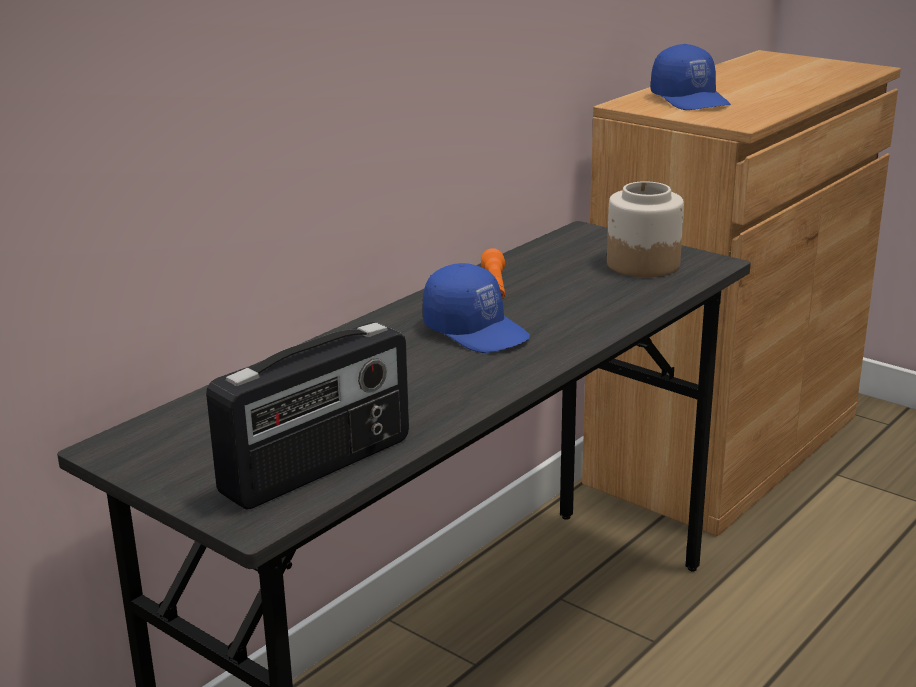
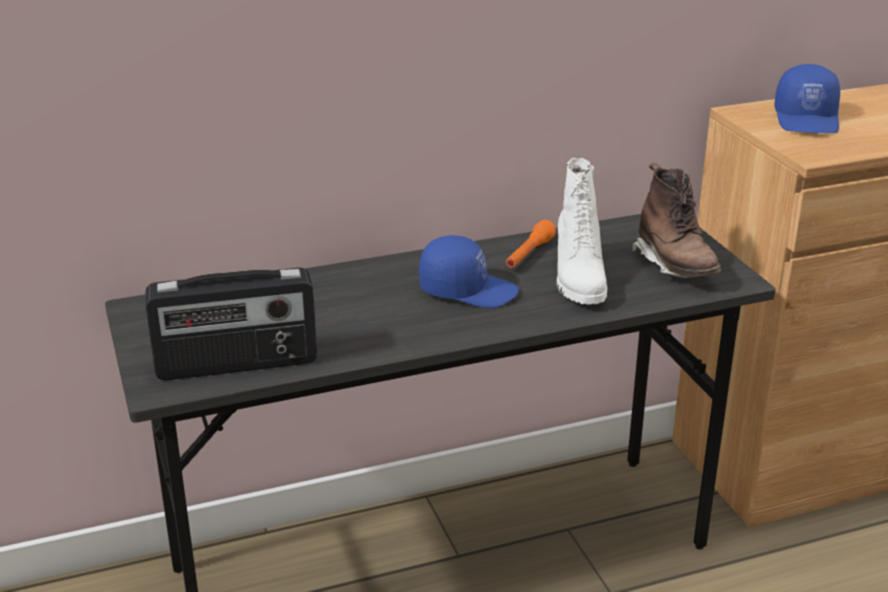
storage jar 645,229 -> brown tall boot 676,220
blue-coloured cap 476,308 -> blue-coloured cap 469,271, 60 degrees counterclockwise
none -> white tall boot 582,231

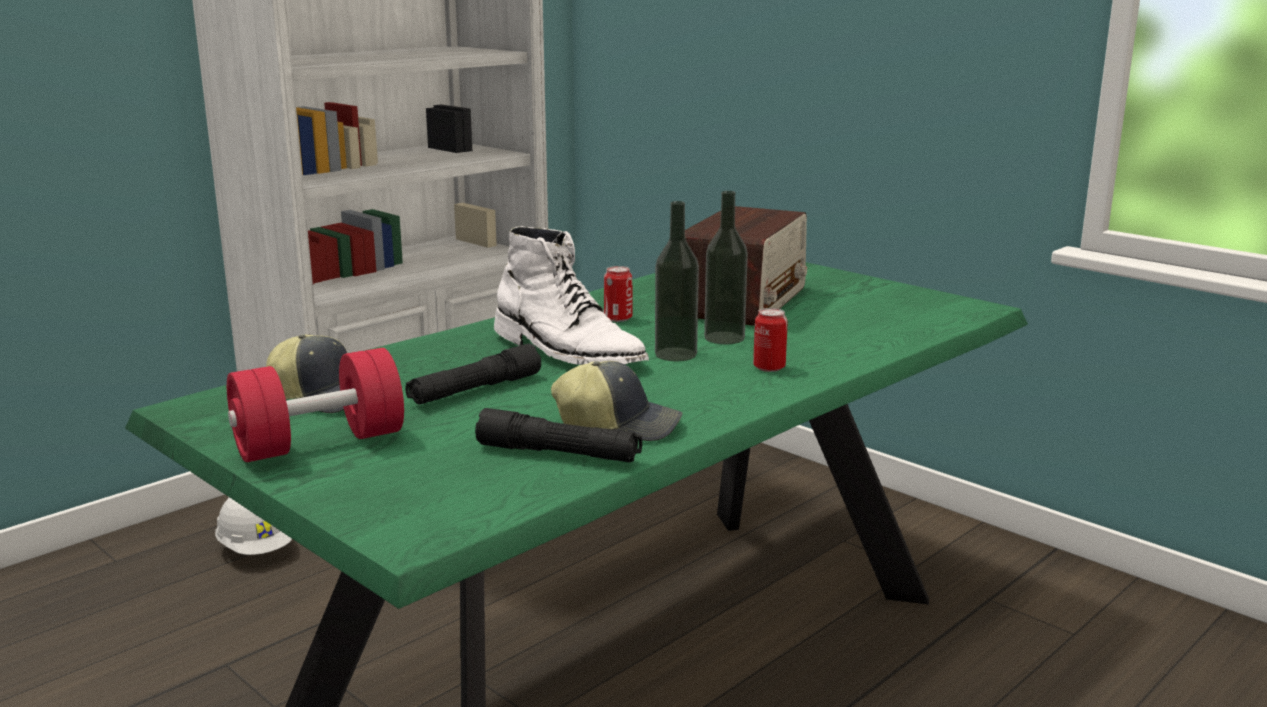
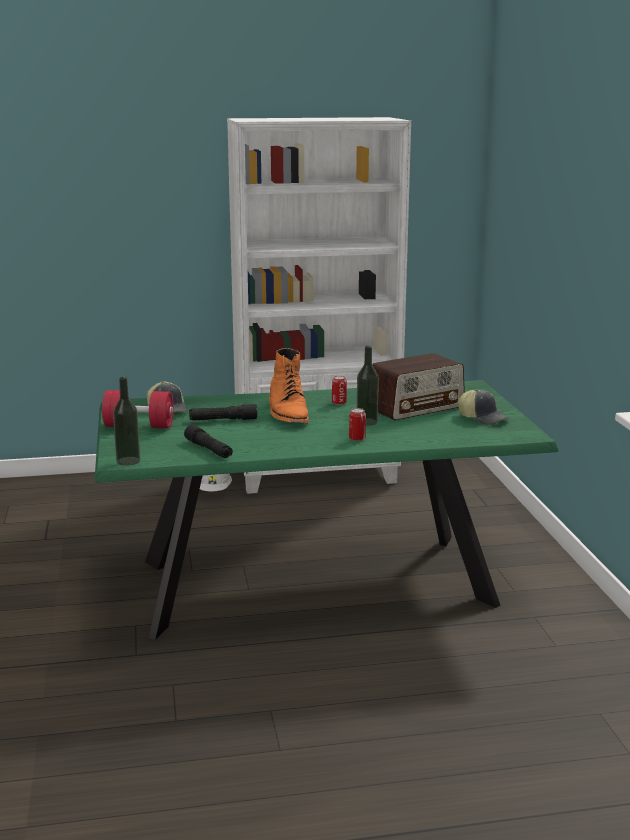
drink bottle 677,281 -> drink bottle 126,421, moved
white tall boot 571,295 -> orangey tall boot 289,385
cap 616,401 -> cap 483,407, moved

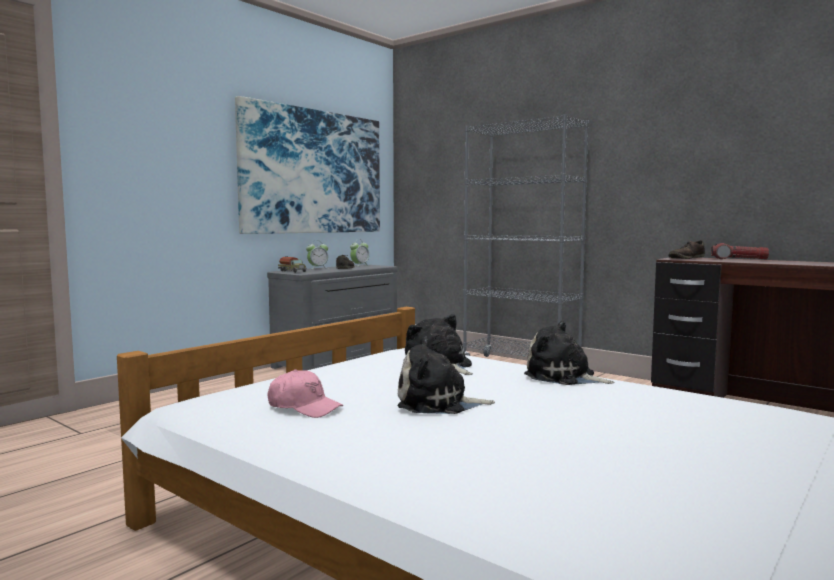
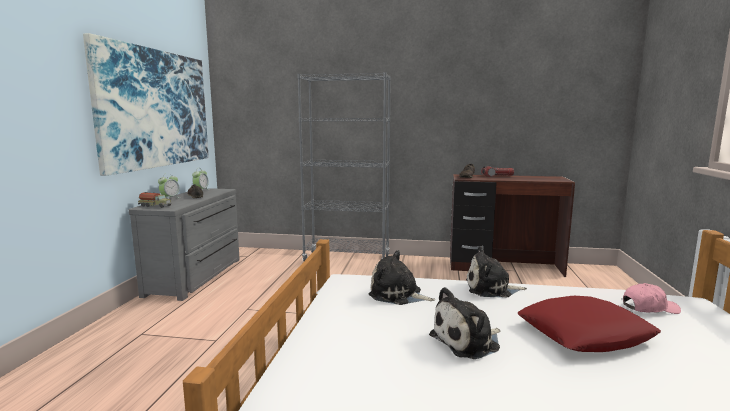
pink-coloured cap 305,393 -> pink-coloured cap 652,298, moved
none -> reddish cushion 589,324

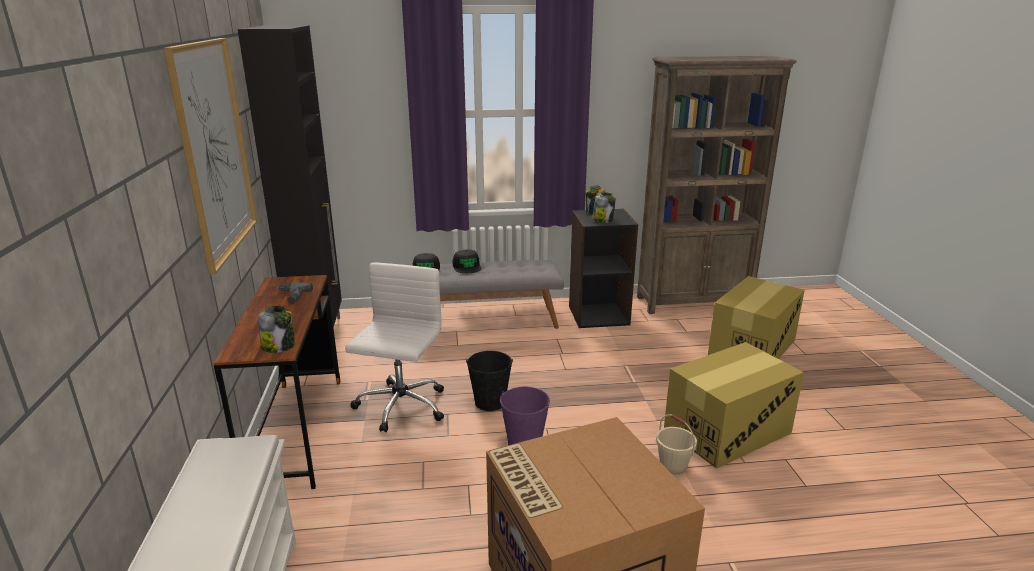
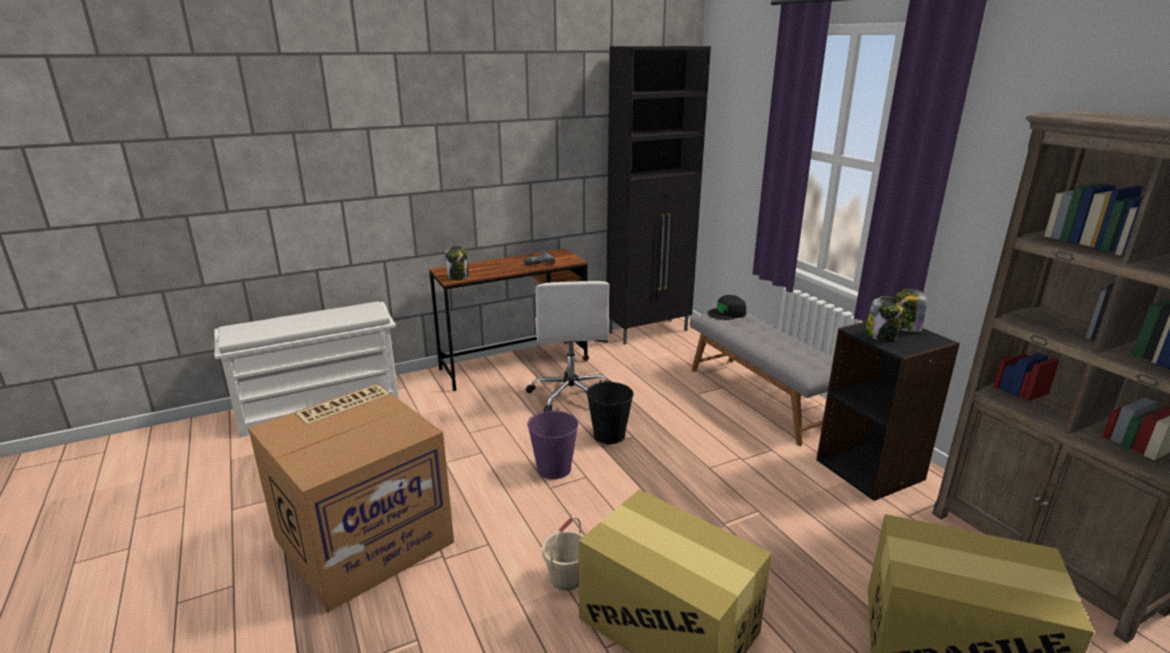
picture 210,156 -> none
black-coloured cap 467,261 -> none
white computer chair 394,347 -> white computer chair 569,346, 90 degrees clockwise

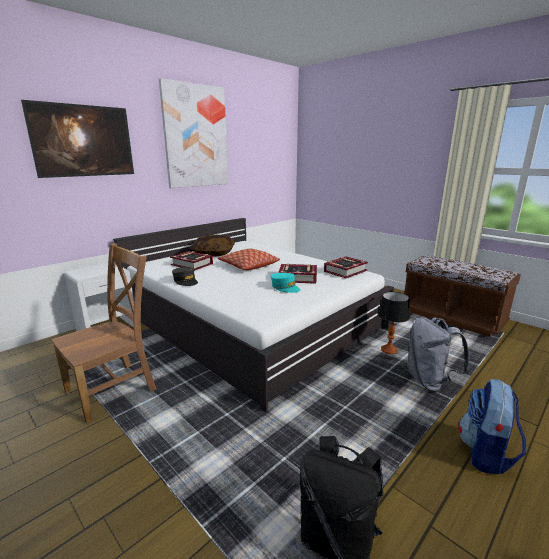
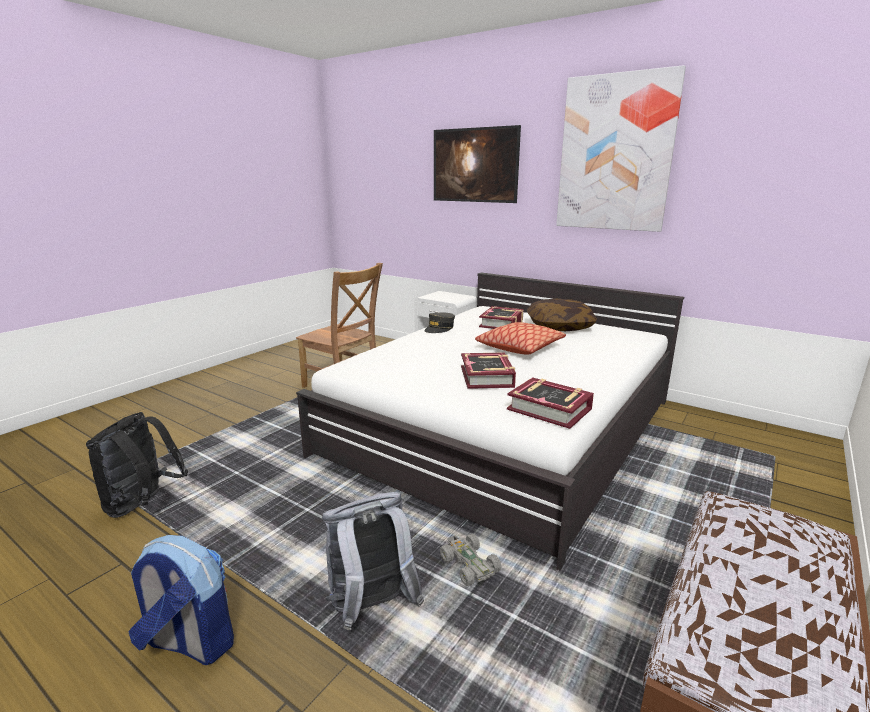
blue-green cap 285,283 -> none
table lamp 394,323 -> grey miniature car 470,560

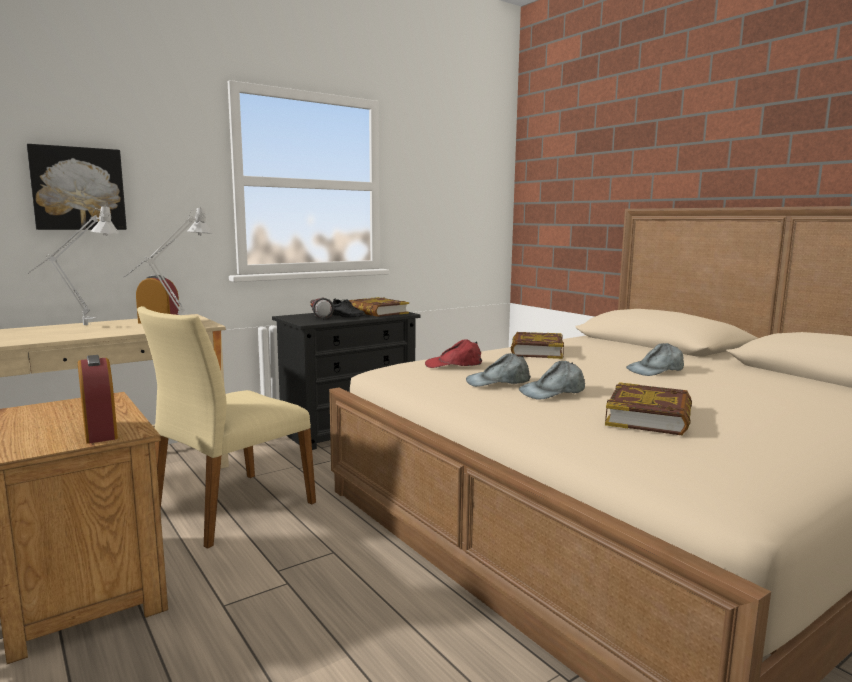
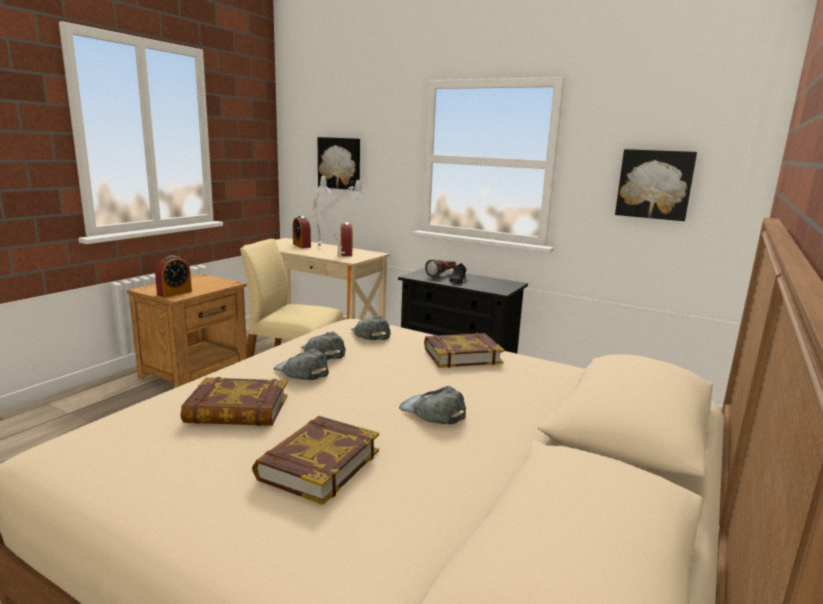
bound book 379,307 -> bound book 315,460, moved
reddish cap 453,353 -> grey cap 370,327
none -> picture 656,185
none -> alarm clock 302,232

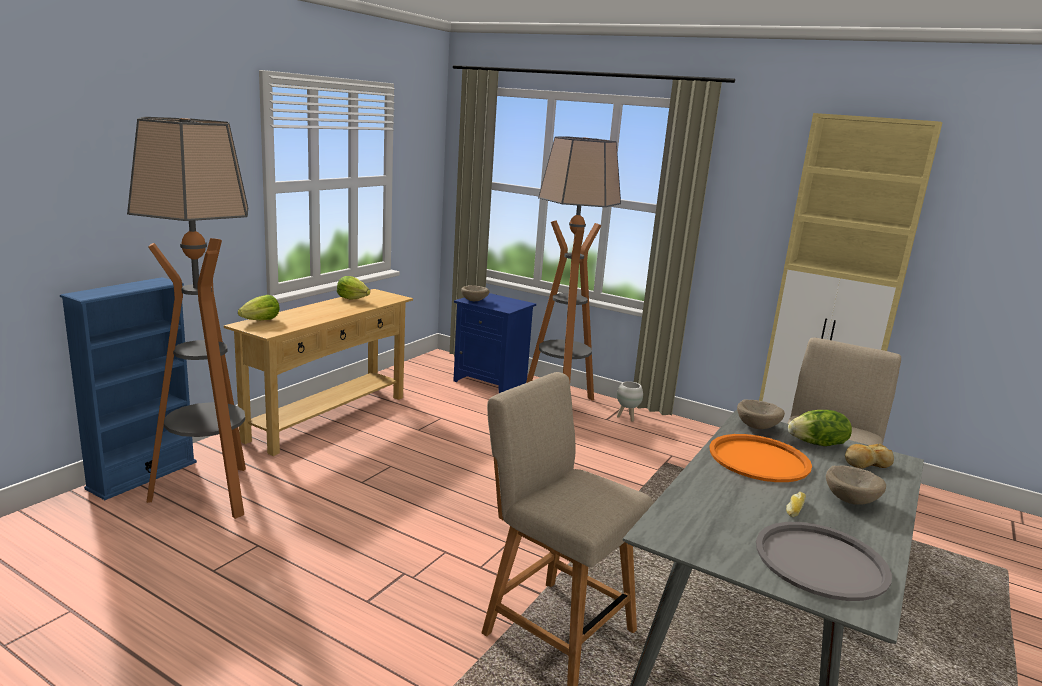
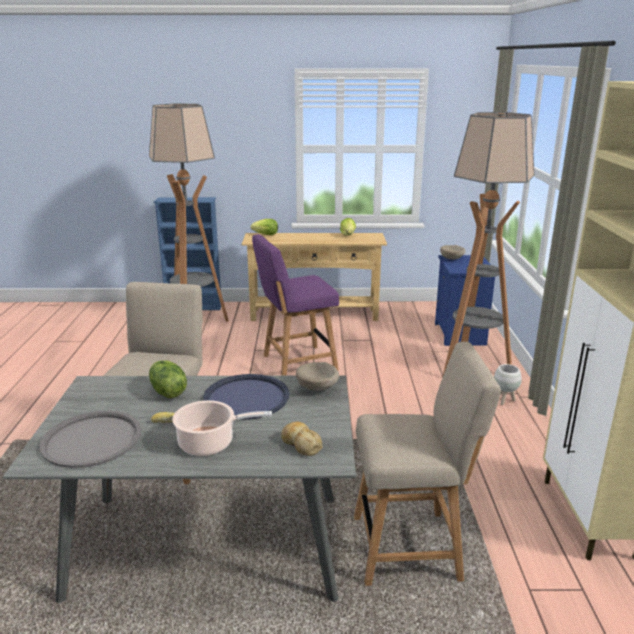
head of lettuce 820,428 -> head of lettuce 168,379, moved
orangey tray 761,458 -> blue-coloured tray 246,397
sand-coloured deep dish 856,485 -> saucepot 222,428
none -> purplish plain chair 295,305

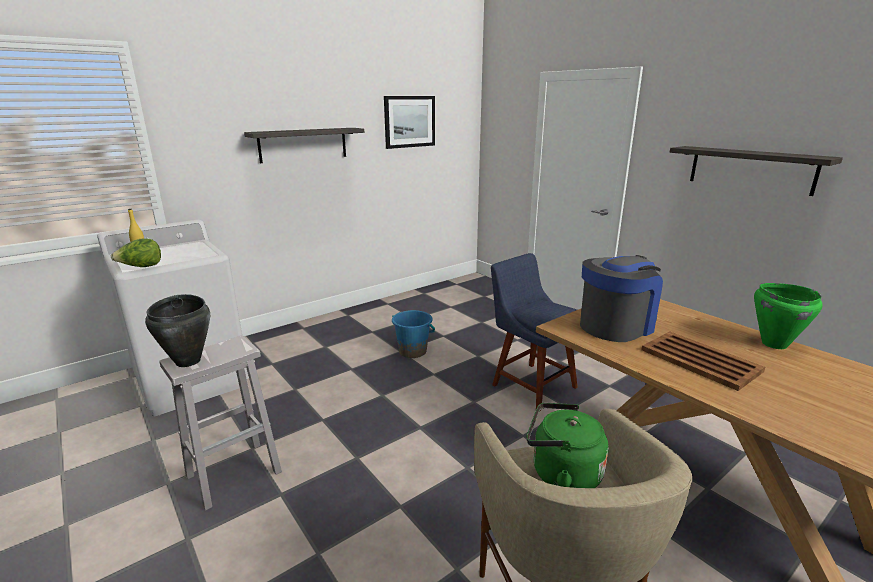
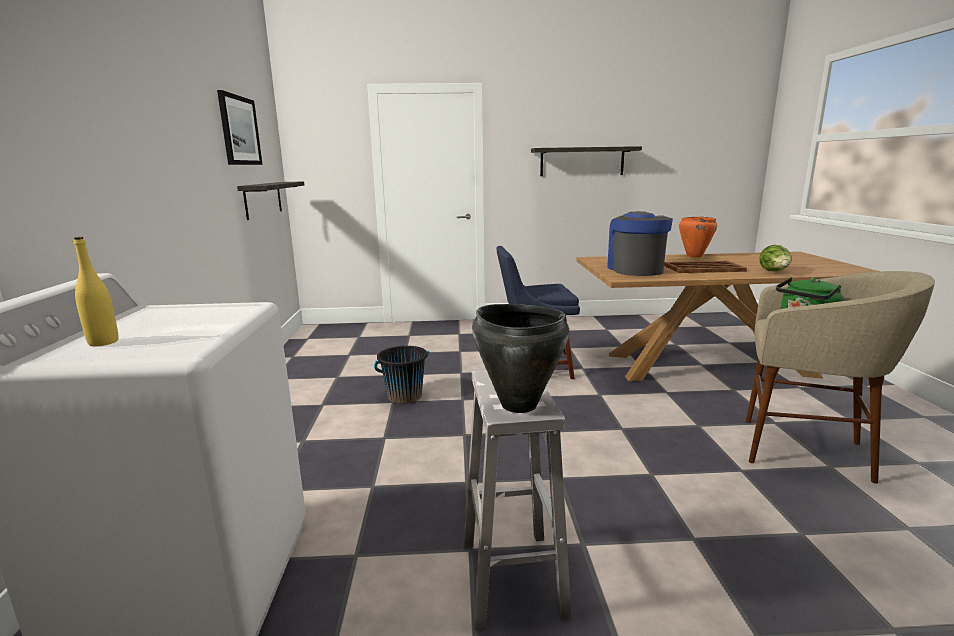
wall shelf 304,145 -> wall shelf 270,201, moved
head of lettuce 136,252 -> head of lettuce 775,258, moved
green-coloured saucepot 788,316 -> orangey saucepot 698,237
blue-coloured bucket 413,334 -> black-coloured bucket 401,375

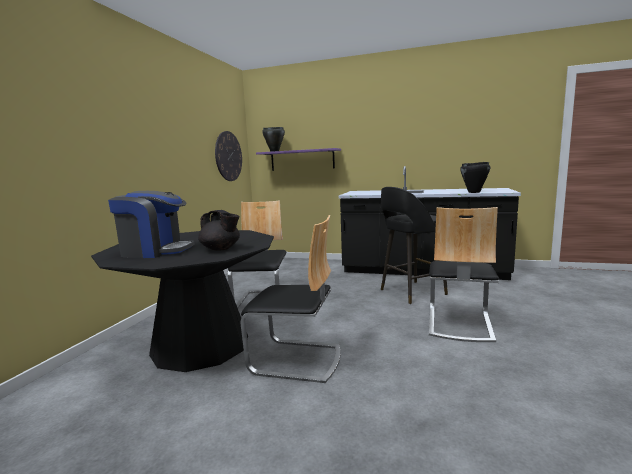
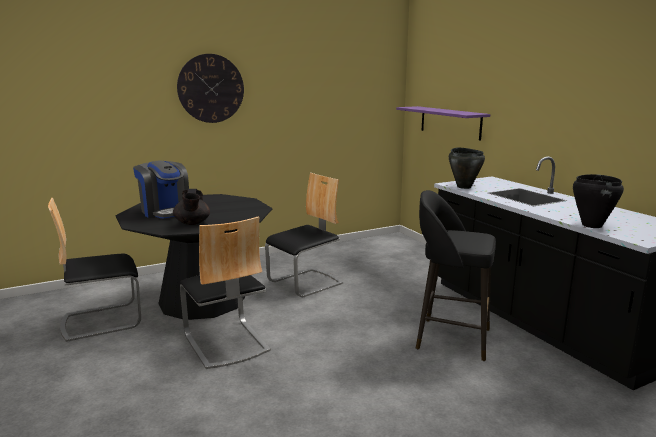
black-coloured saucepot 273,139 -> black-coloured saucepot 467,168, moved
hanging clock 228,156 -> hanging clock 210,88, moved
plain chair 464,274 -> plain chair 94,270, moved

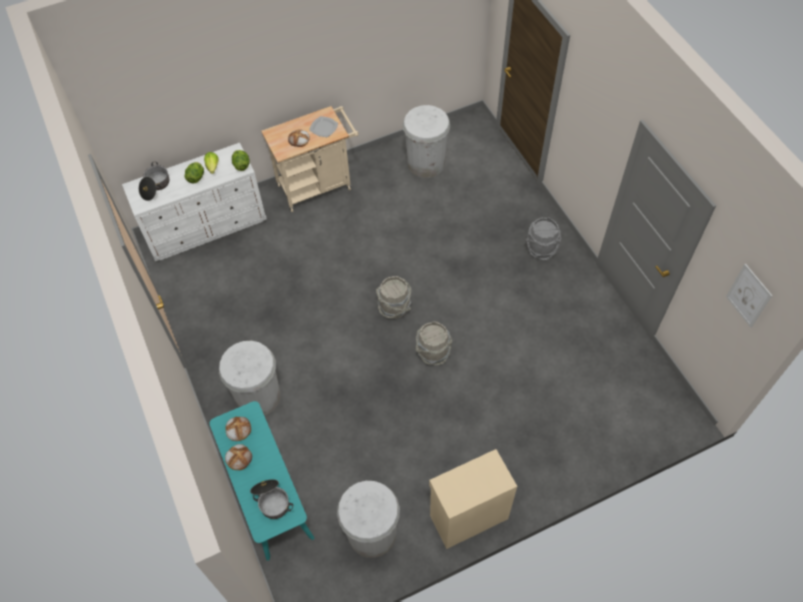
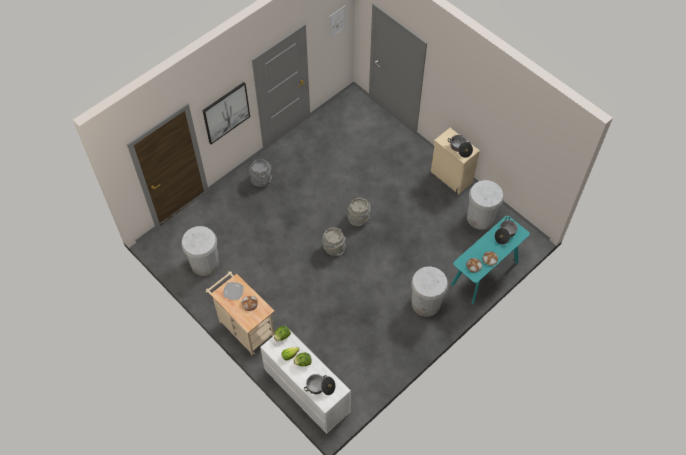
none -> picture 226,113
none -> saucepot 460,146

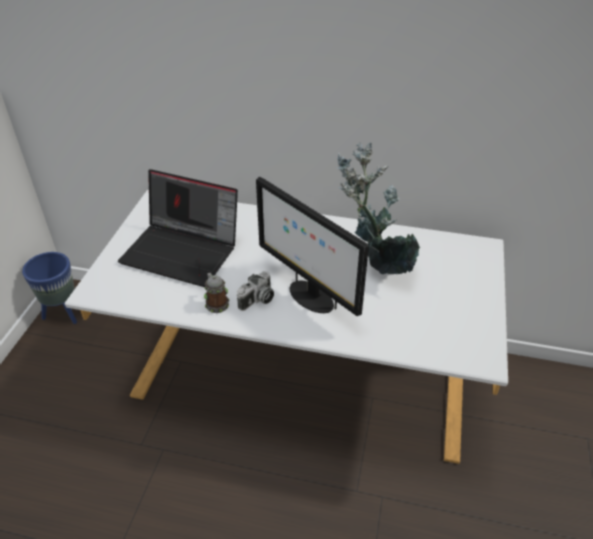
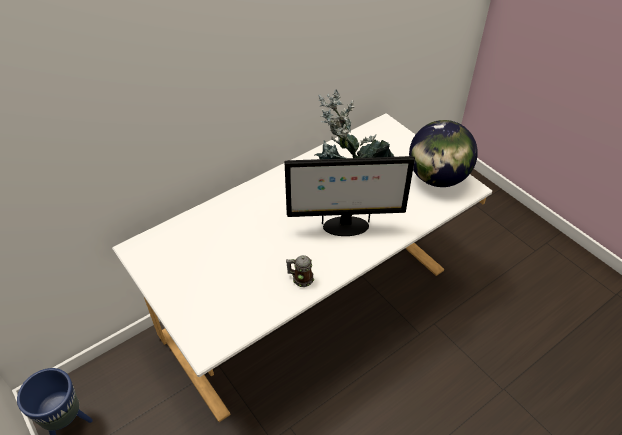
portable computer 178,228 -> none
still camera 255,291 -> none
none -> desk globe 443,153

